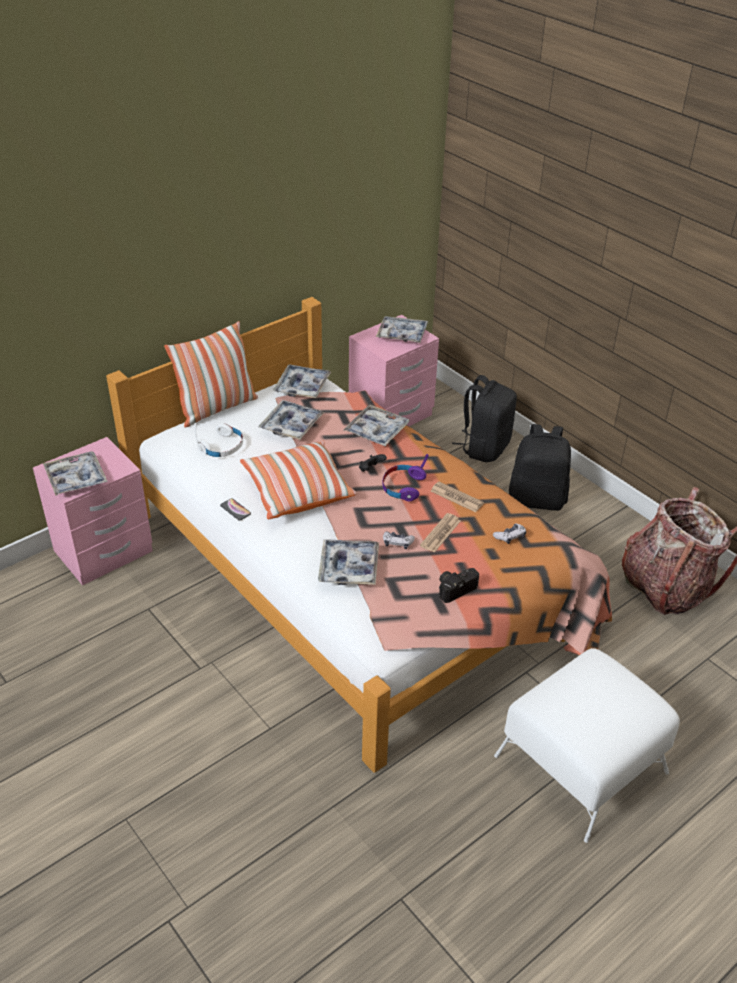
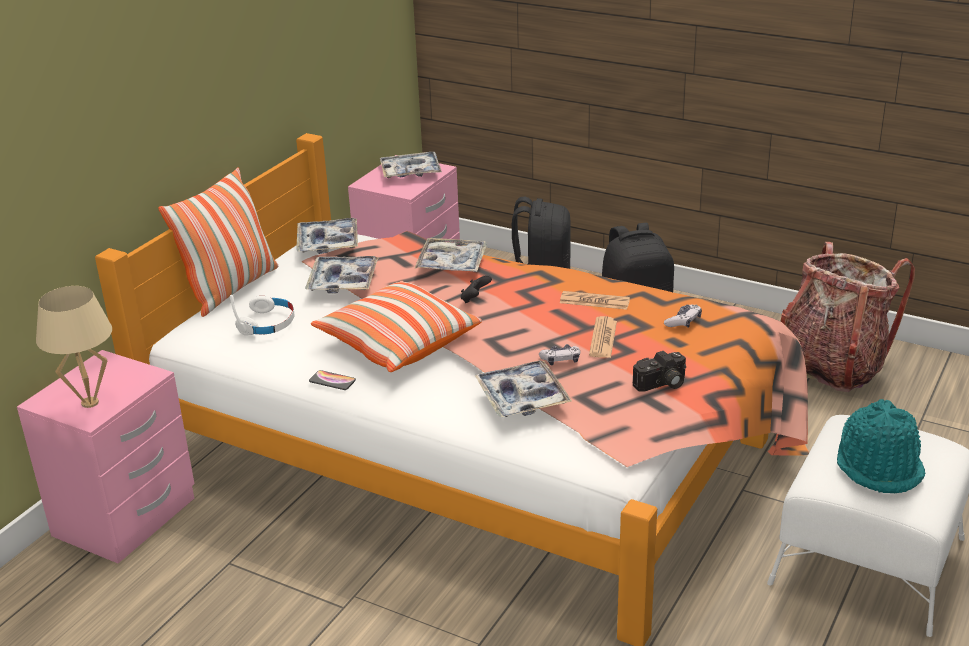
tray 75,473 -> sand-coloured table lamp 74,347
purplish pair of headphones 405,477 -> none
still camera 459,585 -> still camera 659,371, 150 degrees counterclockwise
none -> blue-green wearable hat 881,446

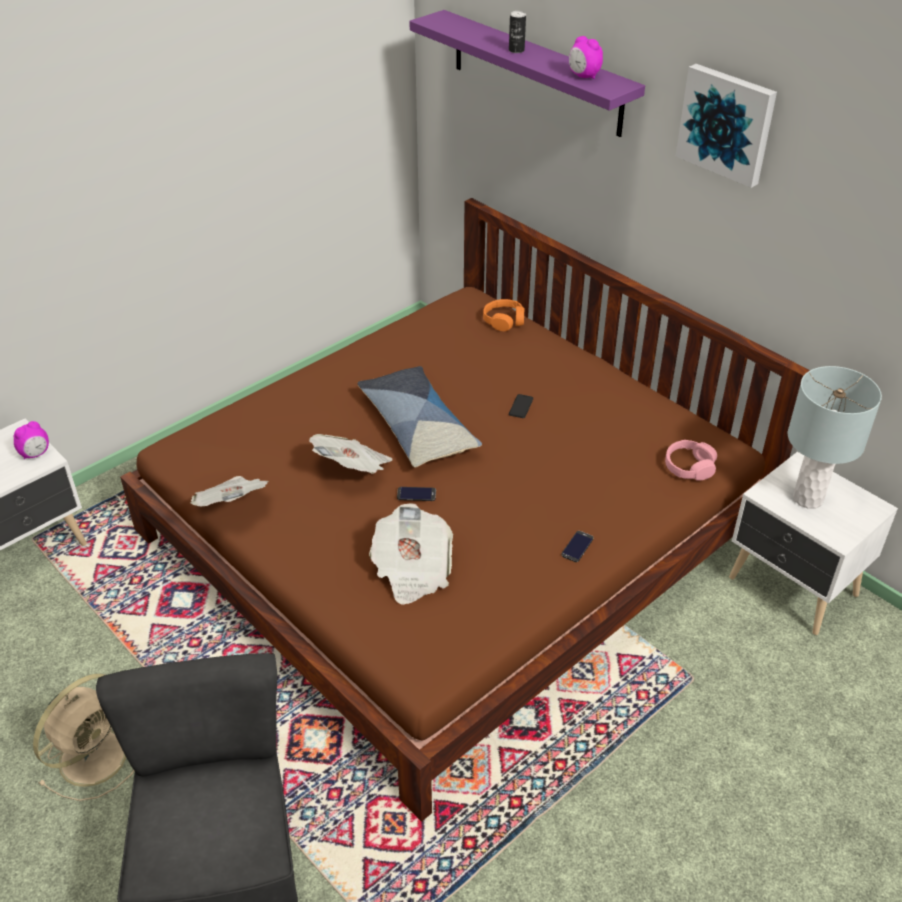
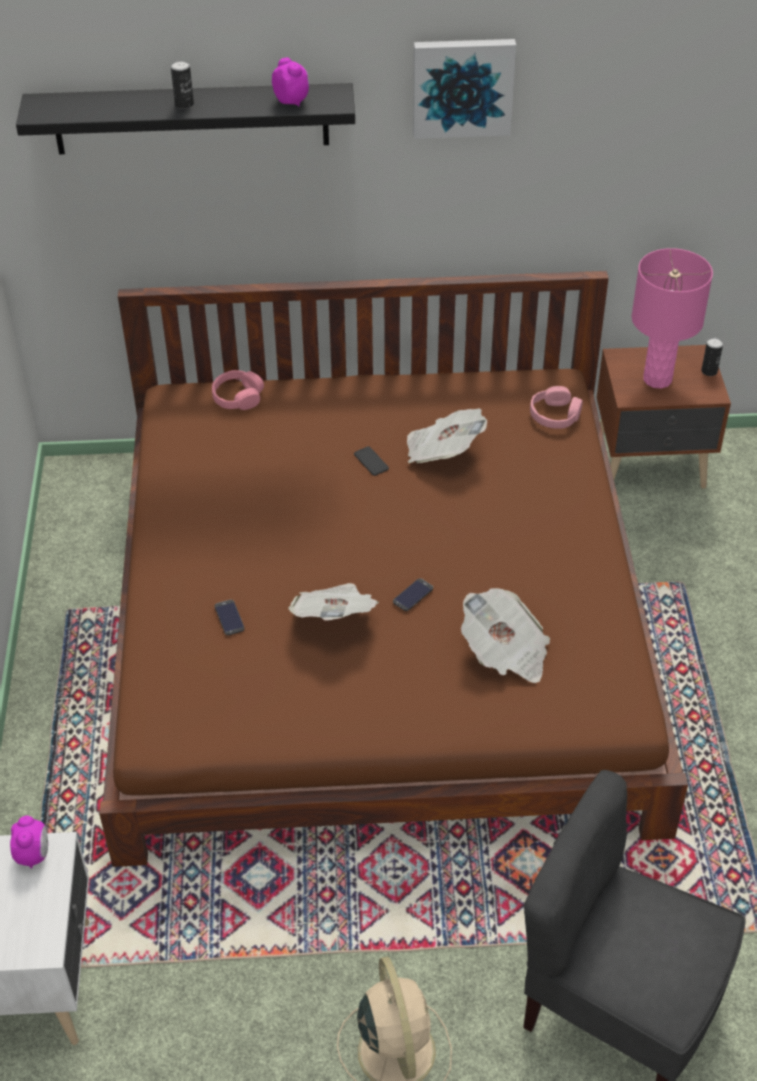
purplish wall shelf 527,73 -> black-coloured wall shelf 185,118
alarm clock 586,57 -> alarm clock 290,82, 120 degrees counterclockwise
orangey pair of headphones 503,315 -> pink-coloured pair of headphones 238,390
cushion 419,416 -> none
grey table lamp 835,437 -> pink-coloured table lamp 672,318
white nightstand 813,543 -> brown nightstand 664,417
newspaper 229,491 -> newspaper 447,435, moved
phone 577,546 -> phone 229,617, moved
none -> can 712,357

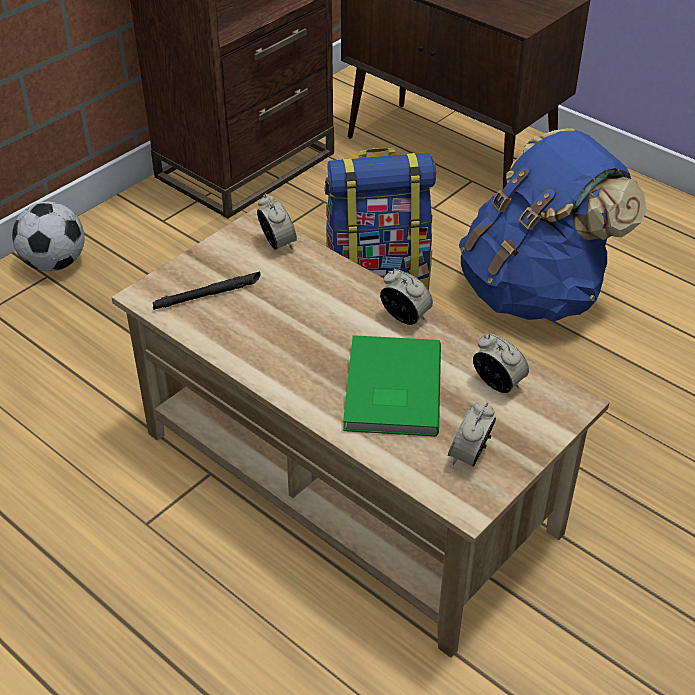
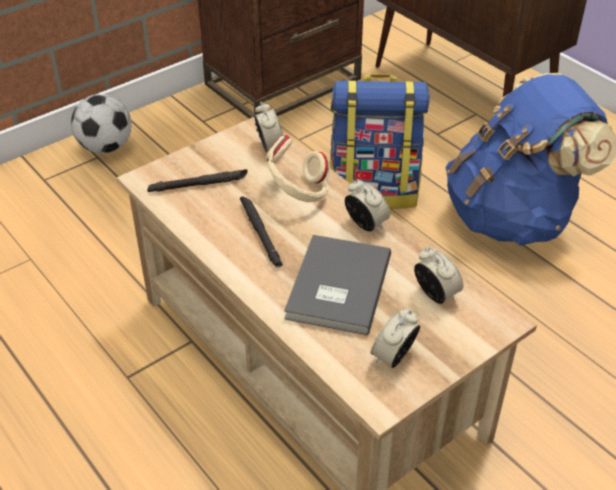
green-coloured bound book 392,386 -> grey bound book 337,285
none -> sand-coloured pair of headphones 298,168
none -> black-coloured hand torch 261,232

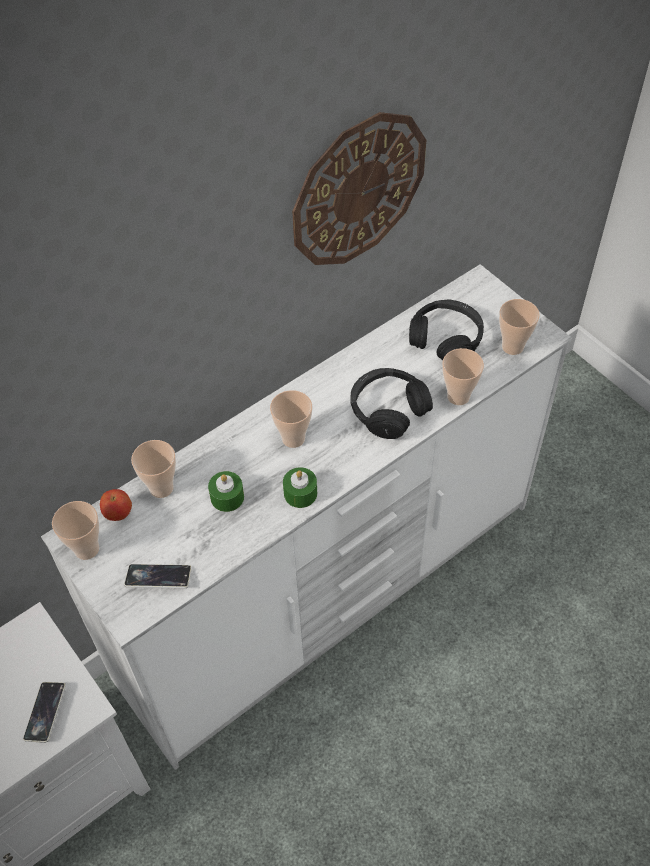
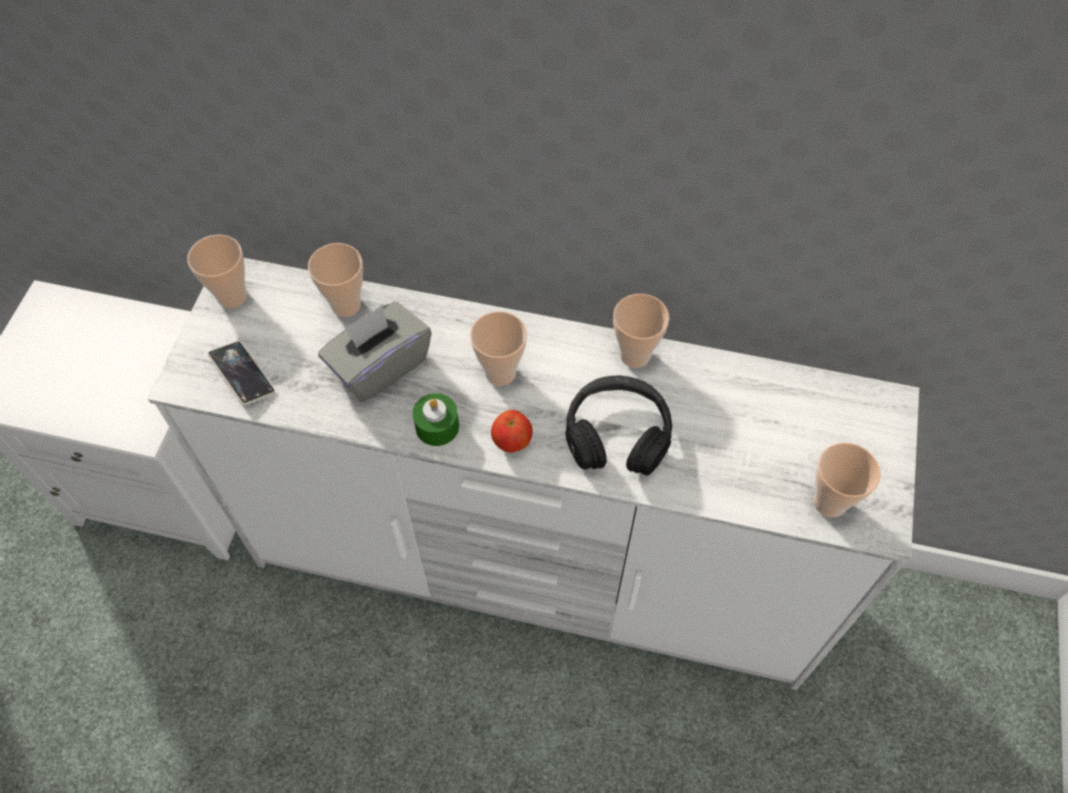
hanging clock 359,188 -> none
black-coloured pair of headphones 446,329 -> none
cup 463,376 -> cup 641,331, moved
green-coloured candle 226,491 -> grey tissue box 375,351
apple fruit 116,505 -> apple fruit 512,431, moved
phone 44,712 -> none

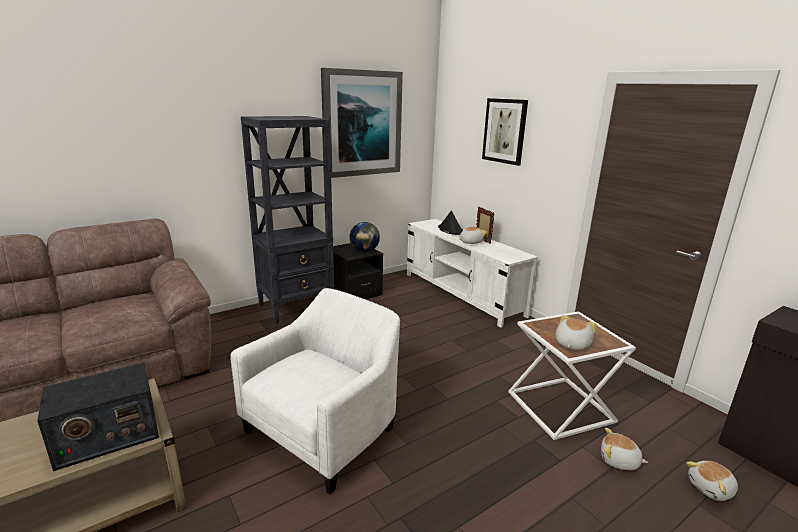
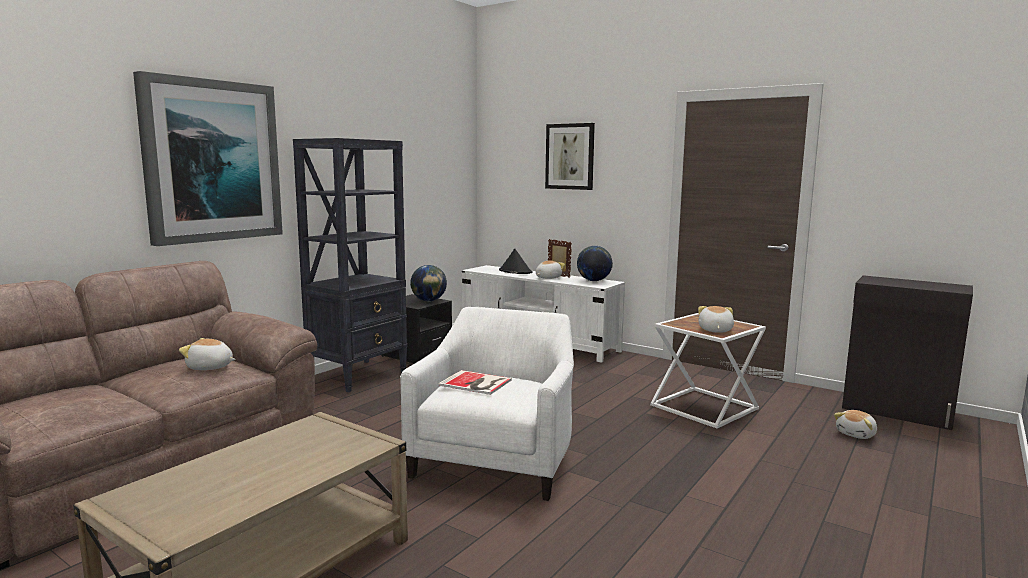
picture 362,123 -> picture 208,158, moved
radio 98,417 -> none
soft toy 624,449 -> soft toy 207,354, moved
none -> desk globe 595,263
none -> bound book 475,382

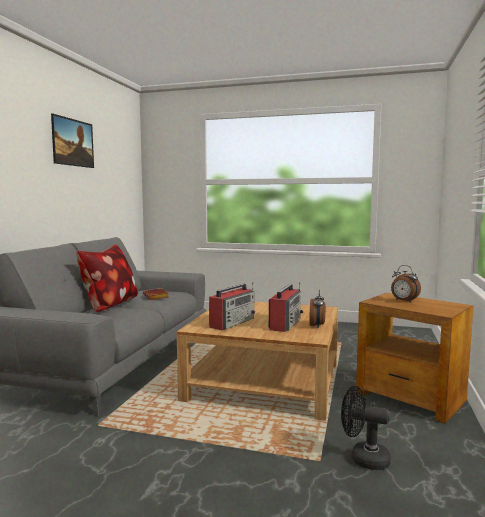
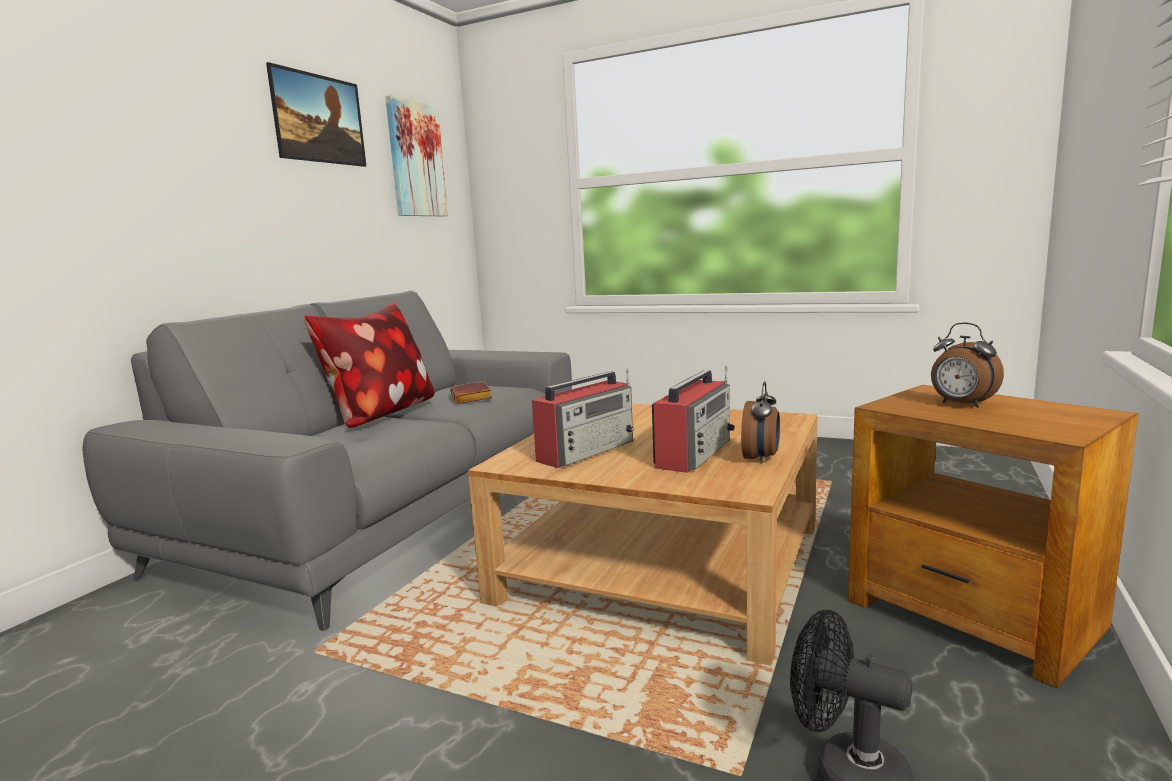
none -> picture 416,155

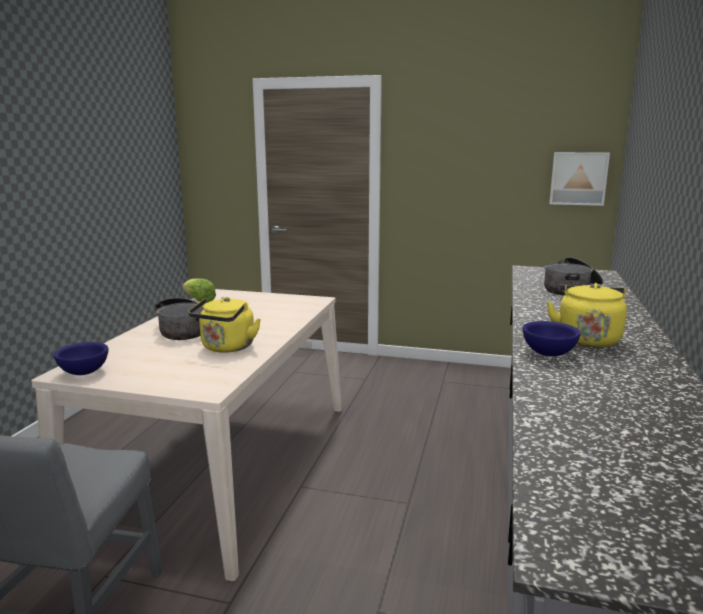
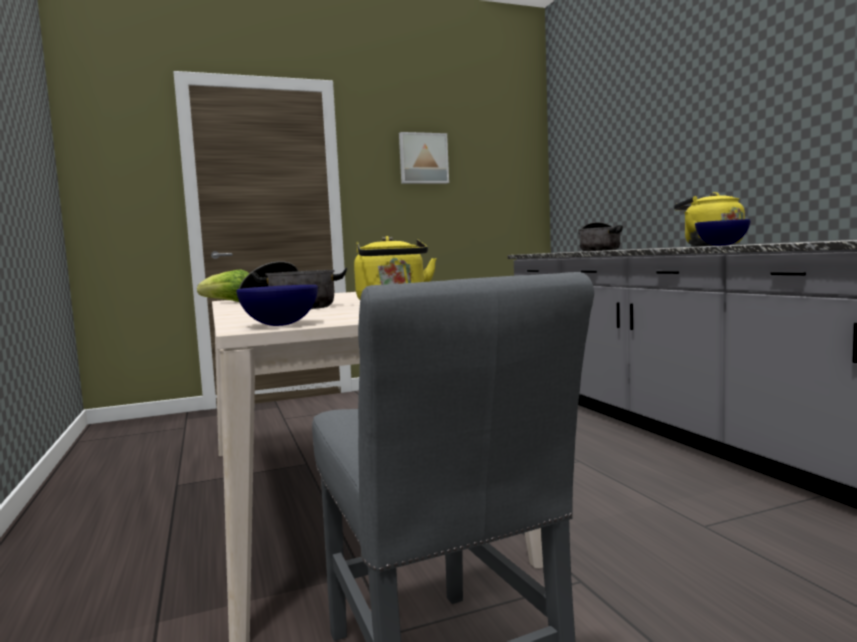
picture 579,179 -> picture 424,158, moved

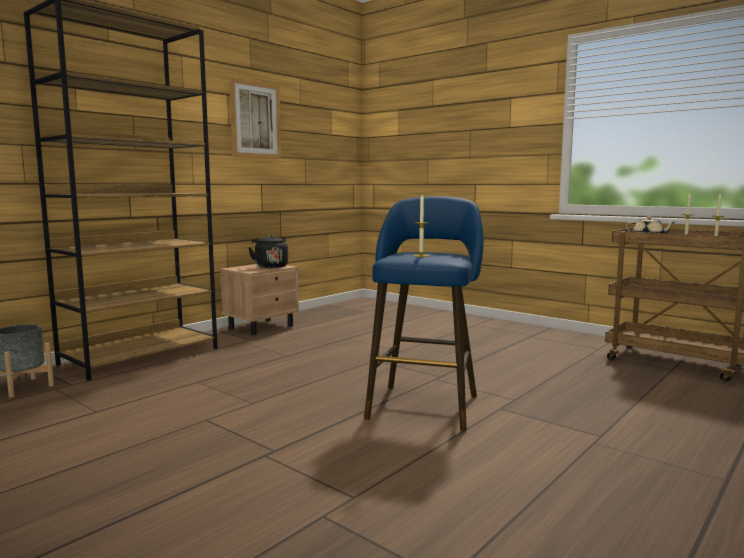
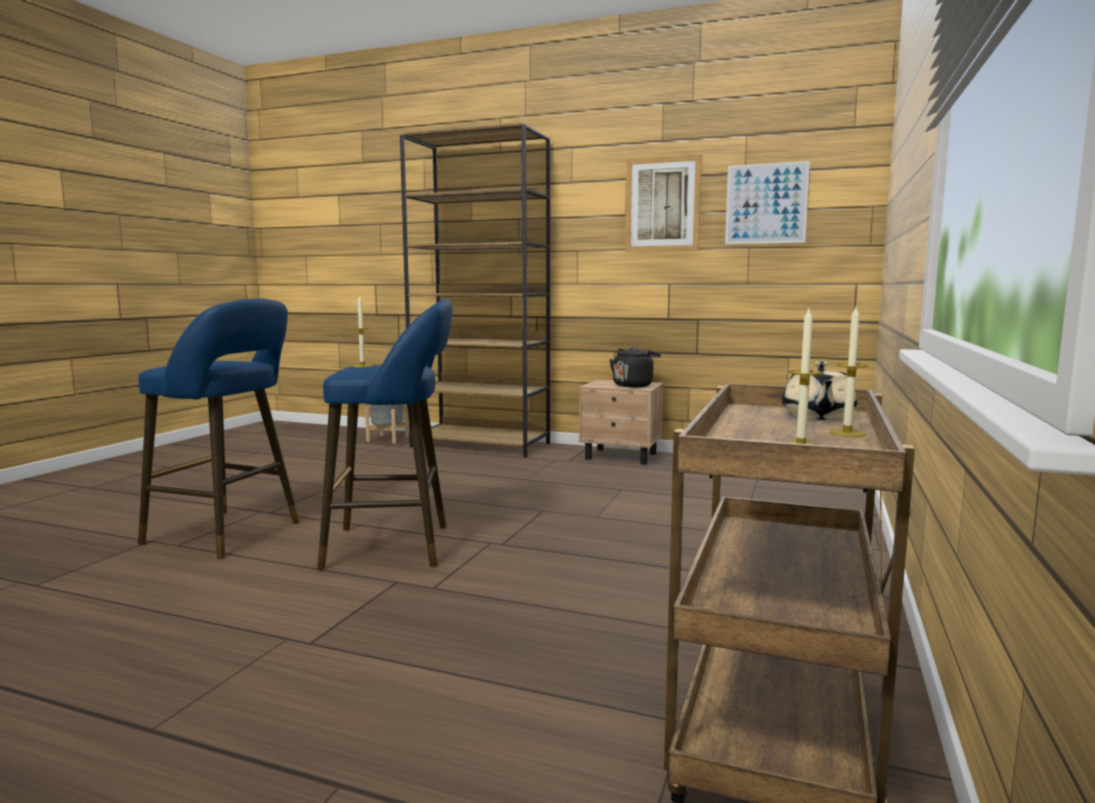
none -> picture 767,202
none -> blue-coloured sitting stool 219,428

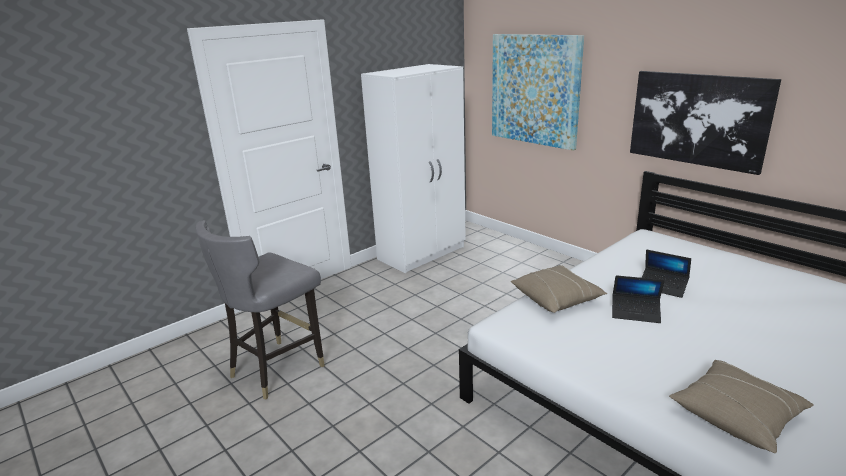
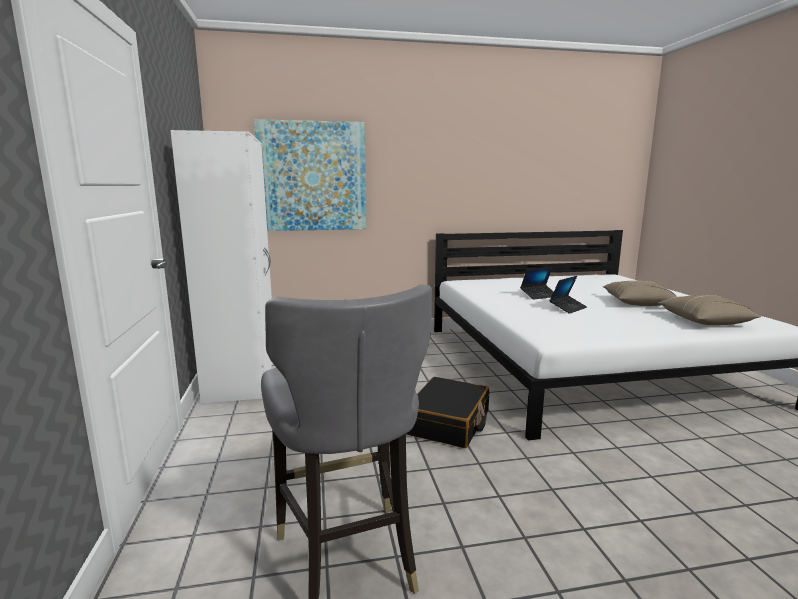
picture 705,123 -> none
sand-coloured cushion 559,289 -> sand-coloured cushion 640,293, moved
none -> black-coloured travel case 447,412

